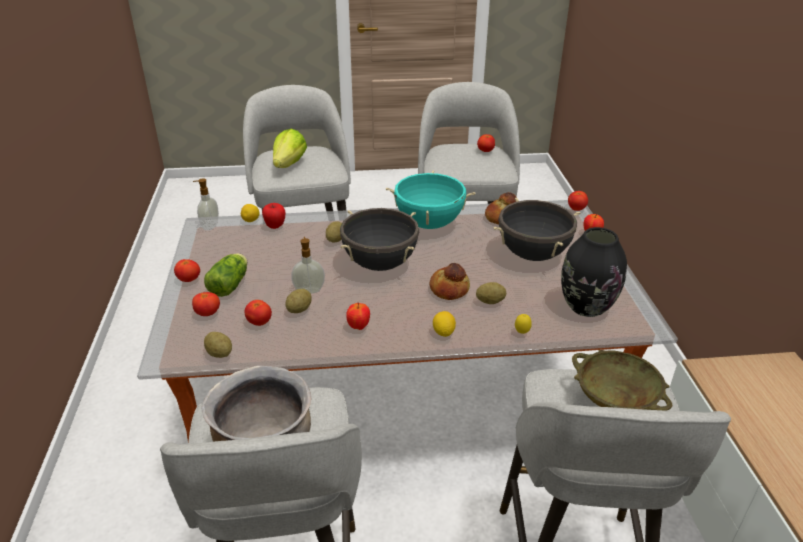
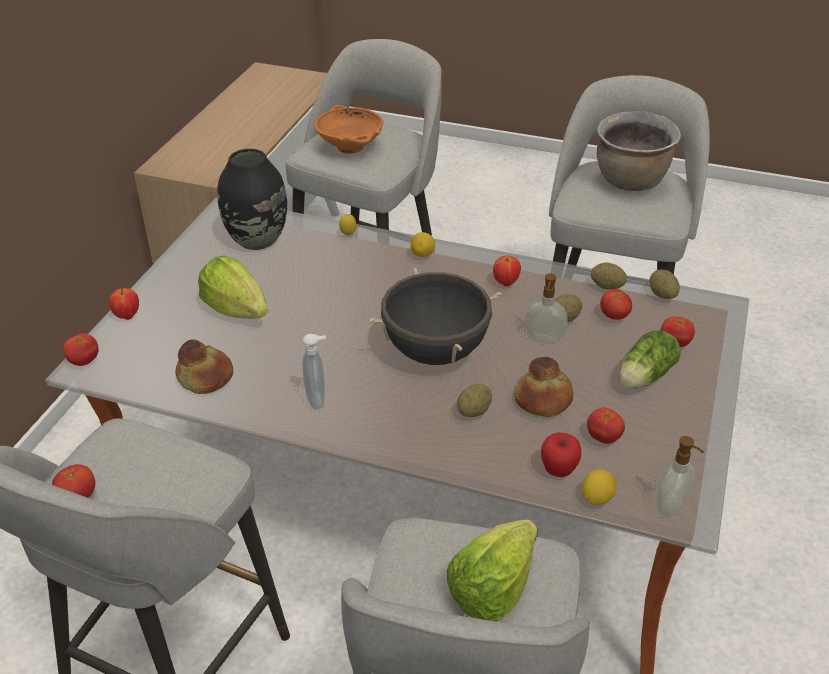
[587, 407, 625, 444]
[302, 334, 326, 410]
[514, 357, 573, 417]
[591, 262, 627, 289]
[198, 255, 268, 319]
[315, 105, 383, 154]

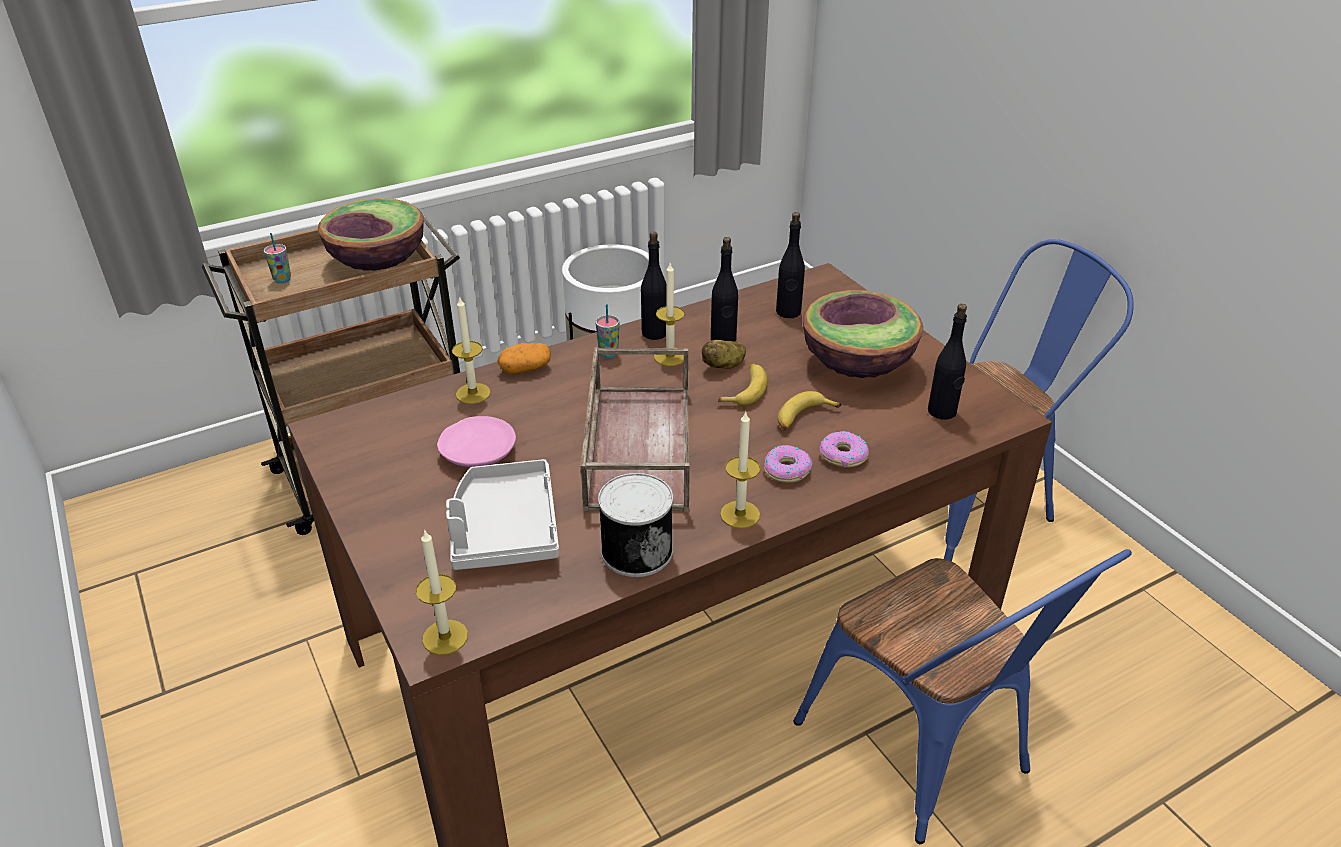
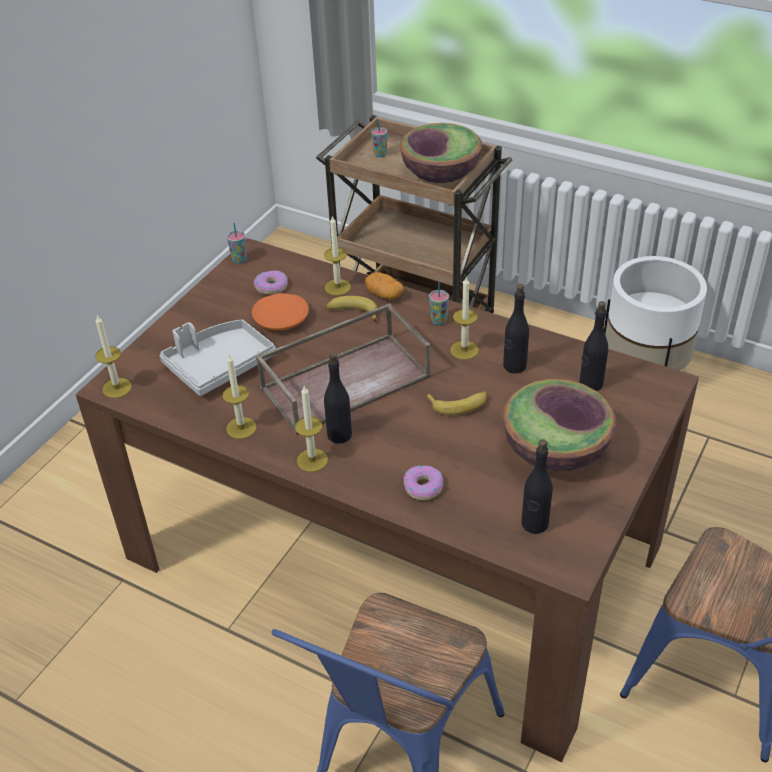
[252, 293, 309, 331]
[222, 354, 257, 439]
[324, 352, 352, 444]
[702, 340, 746, 369] (first image)
[254, 270, 288, 295]
[326, 296, 378, 322]
[227, 223, 247, 264]

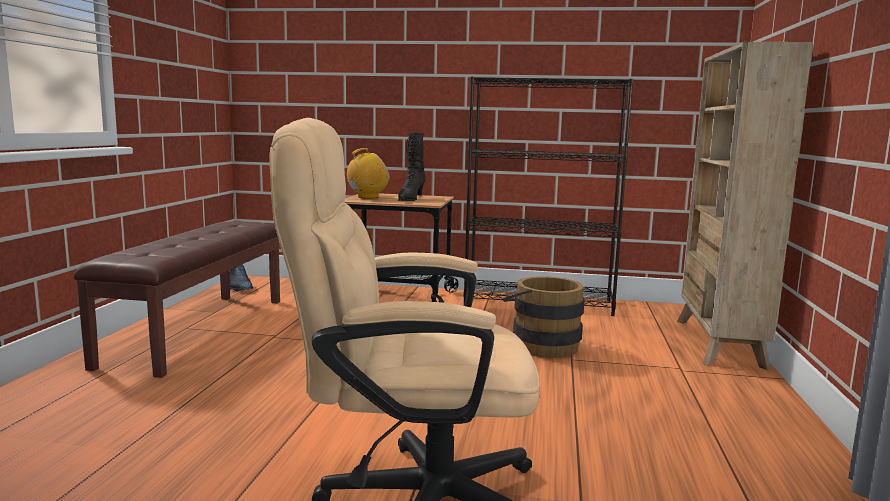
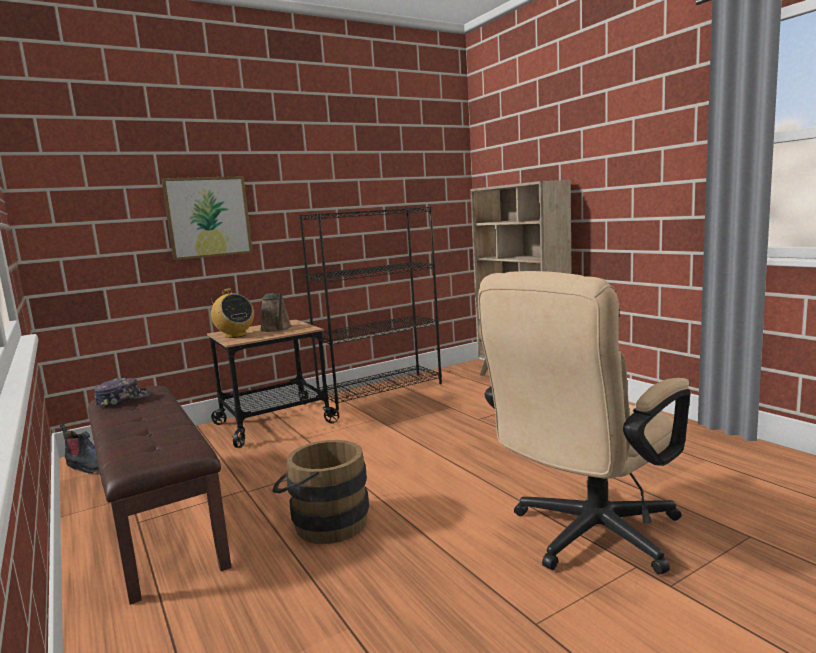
[211, 288, 254, 338]
[260, 293, 292, 332]
[272, 440, 369, 544]
[94, 378, 152, 409]
[161, 176, 253, 260]

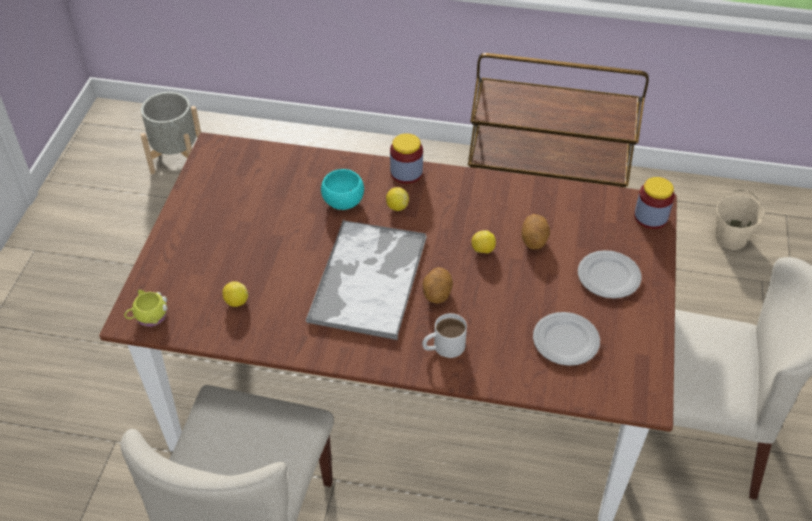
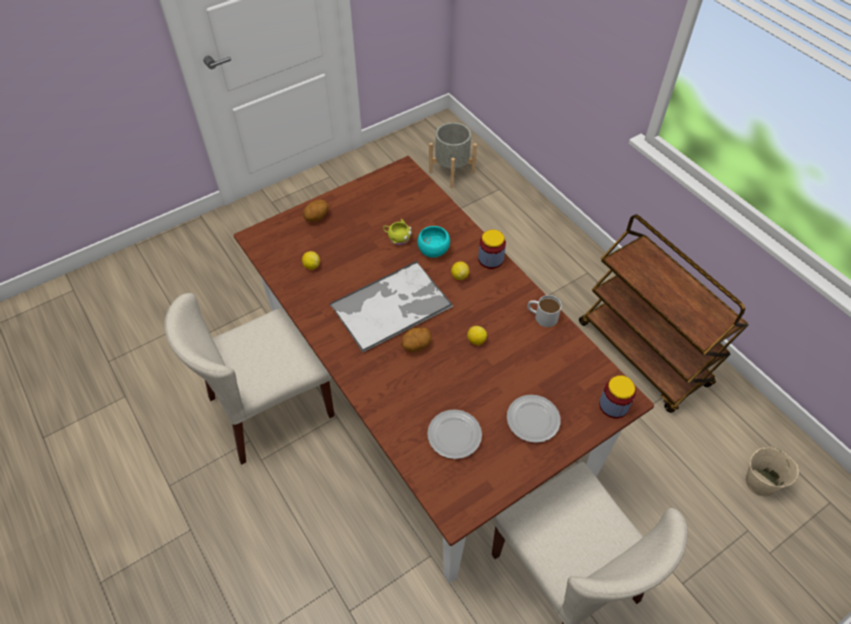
[383, 219, 412, 246]
[527, 295, 562, 327]
[303, 200, 329, 222]

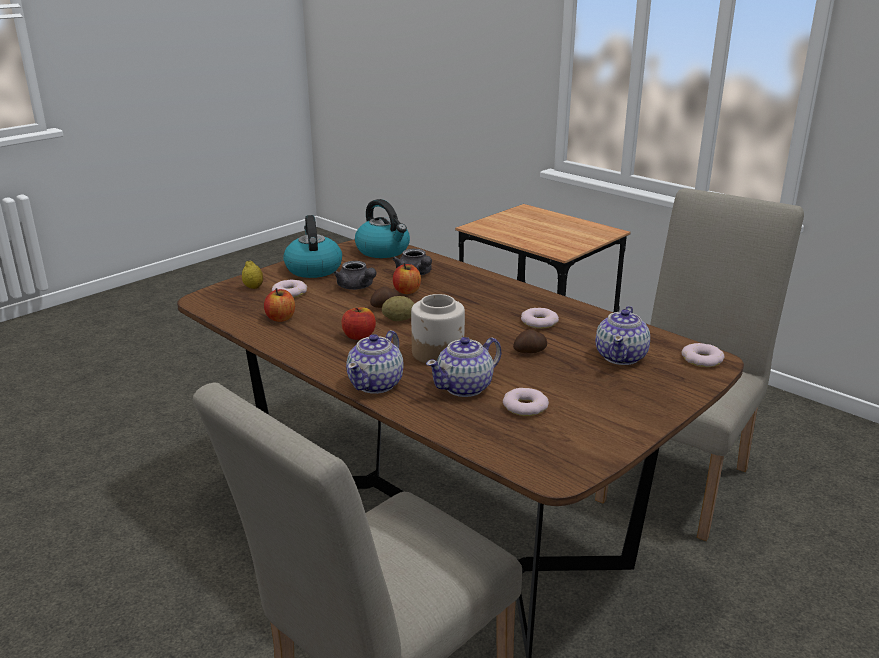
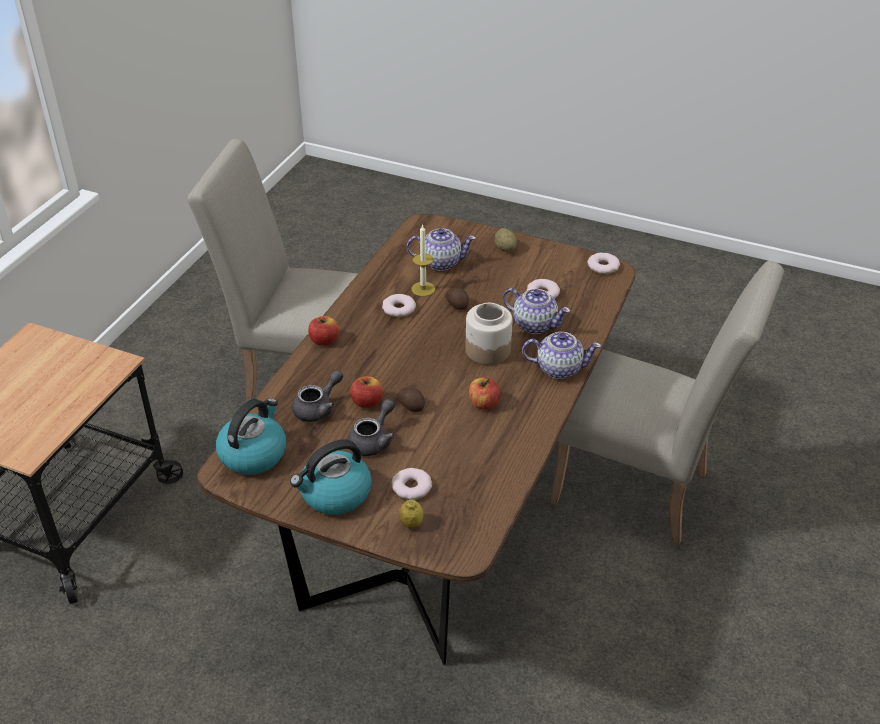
[308, 316, 339, 346]
[495, 228, 517, 252]
[588, 253, 620, 274]
[412, 224, 435, 296]

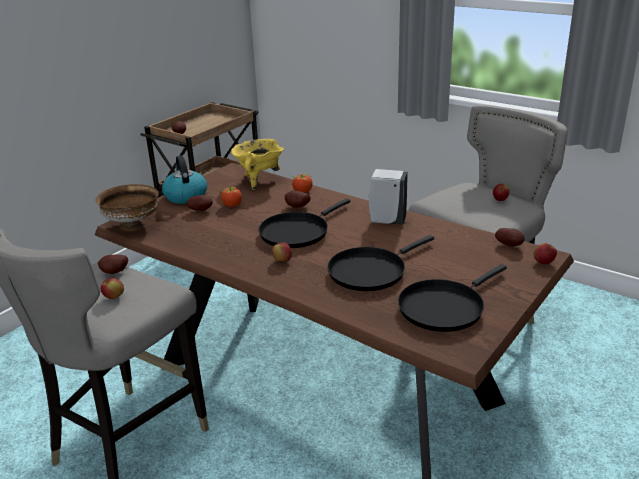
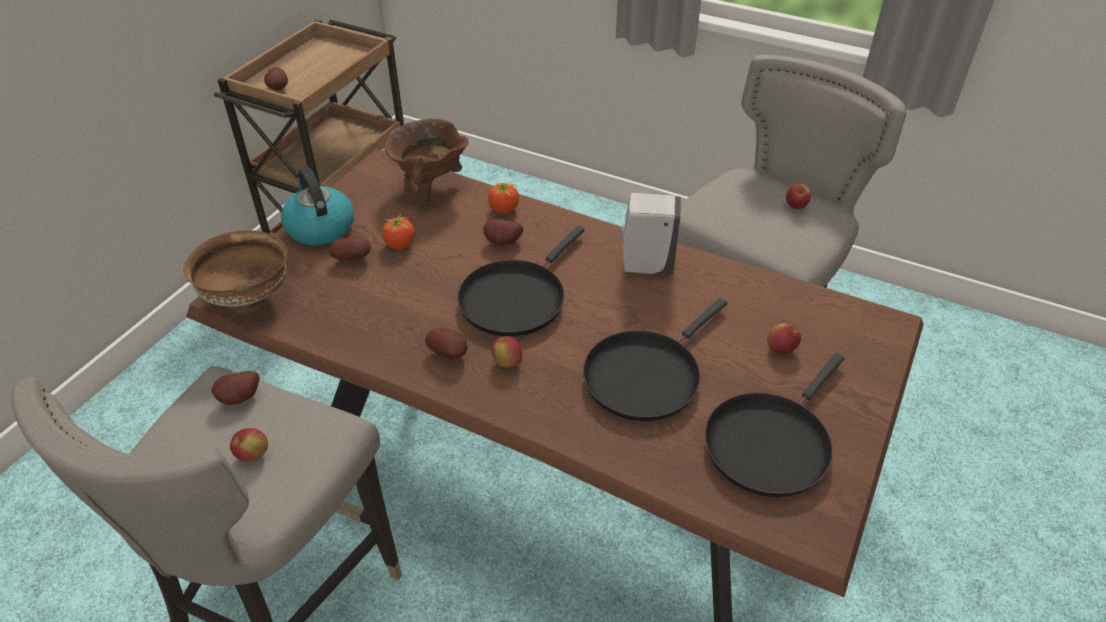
[384, 119, 469, 209]
[425, 328, 467, 359]
[767, 323, 801, 354]

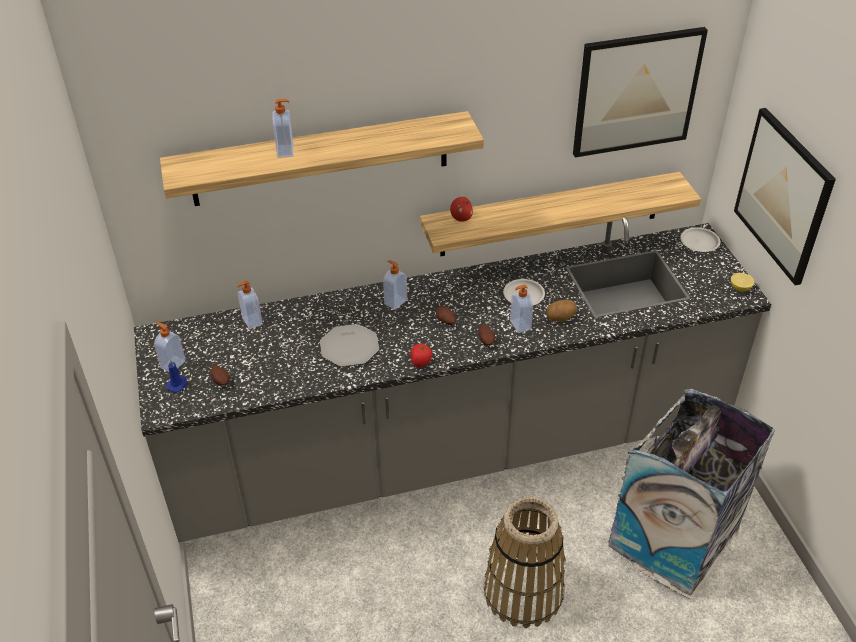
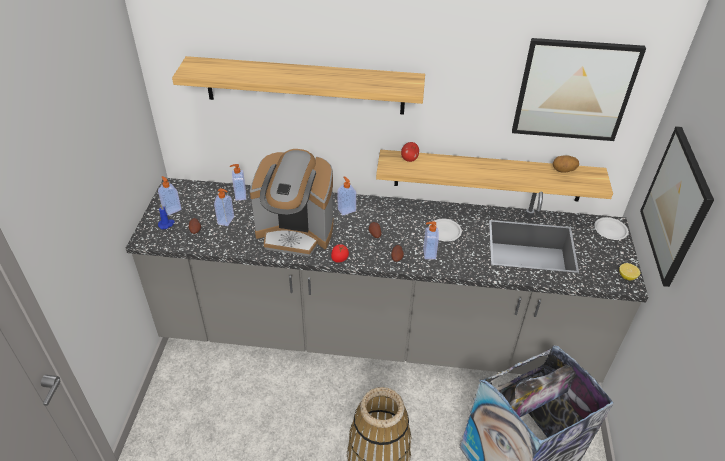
[214, 188, 234, 226]
[250, 149, 334, 256]
[553, 155, 579, 173]

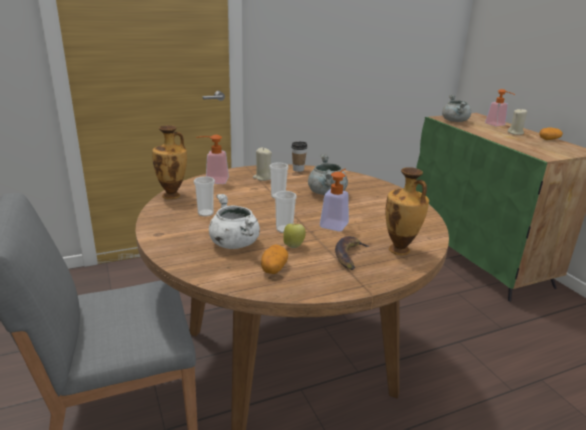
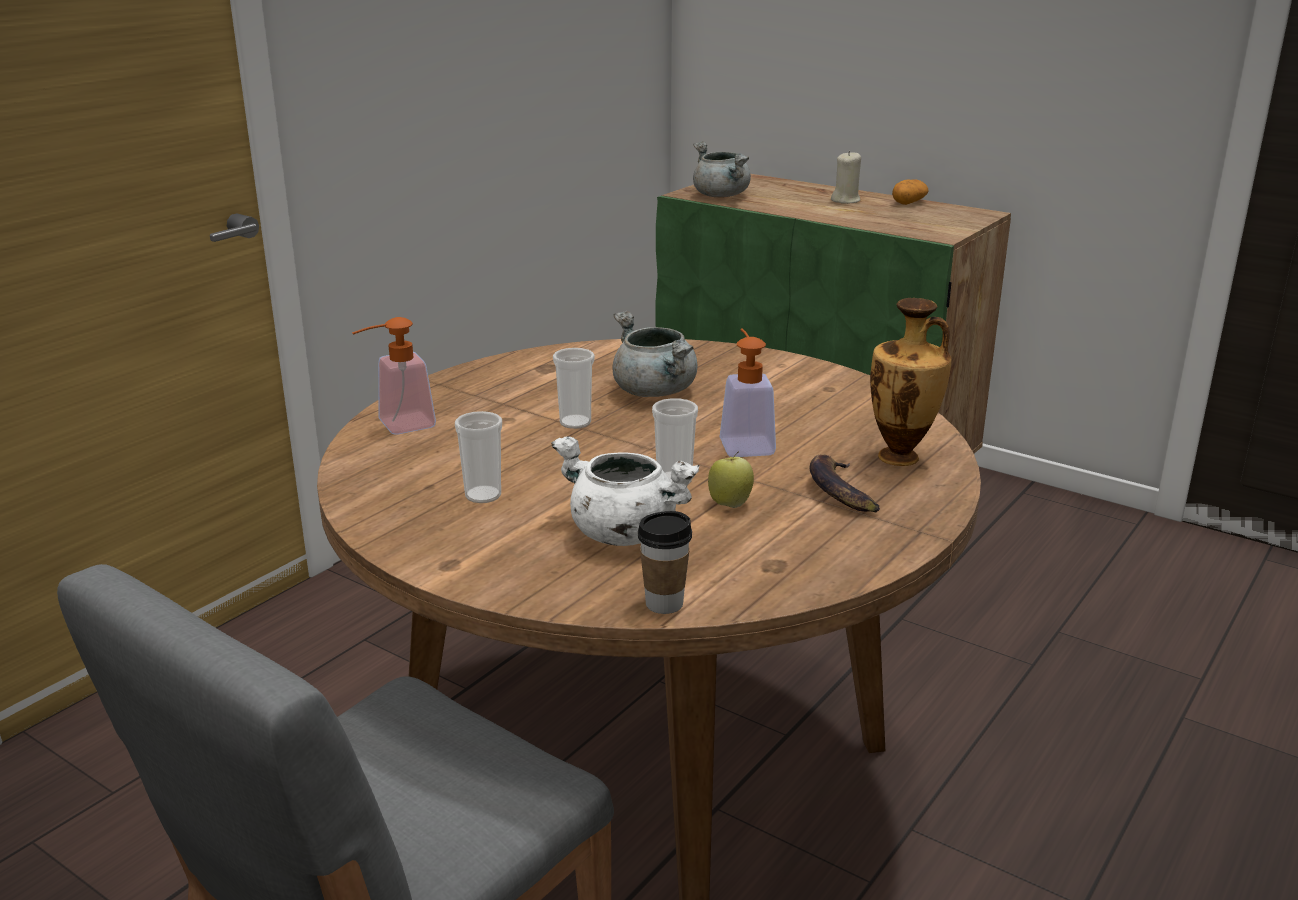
[152, 125, 187, 199] (first image)
[253, 147, 272, 181] (first image)
[261, 245, 288, 274] (first image)
[638, 511, 692, 614]
[485, 89, 515, 127] (first image)

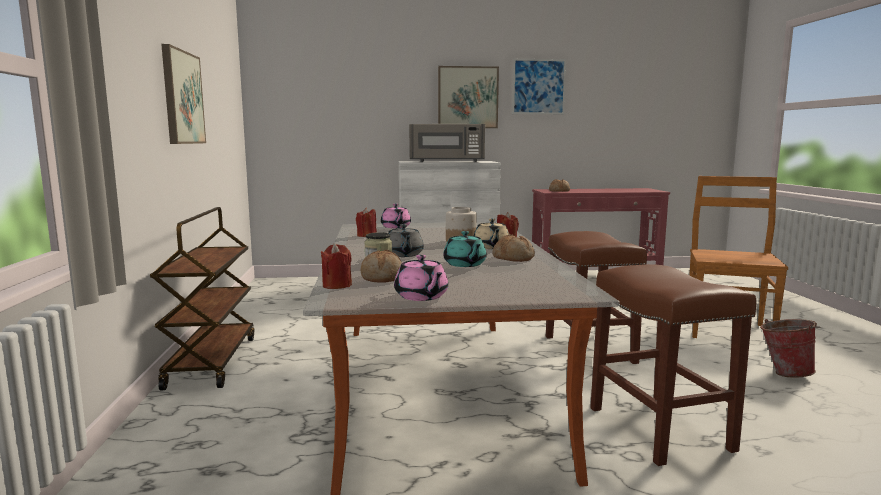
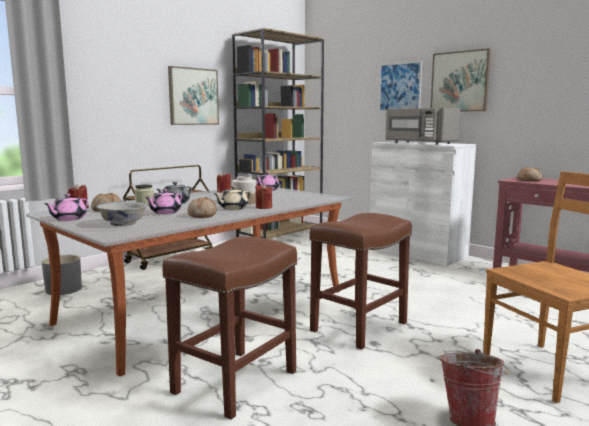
[145, 189, 182, 214]
[379, 61, 422, 112]
[42, 255, 82, 295]
[97, 202, 147, 226]
[232, 28, 324, 239]

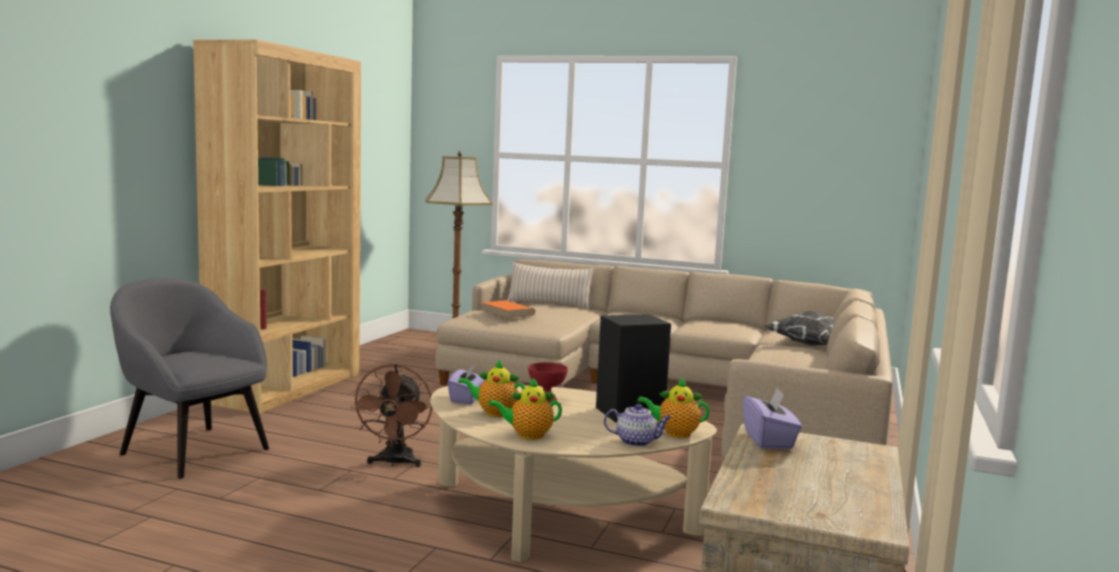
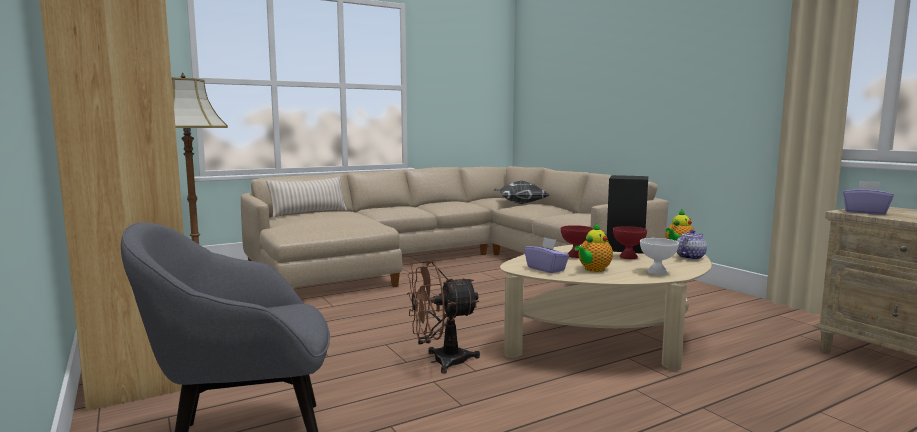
[407, 261, 480, 374]
[482, 300, 535, 318] (first image)
[640, 238, 679, 275]
[613, 226, 647, 259]

